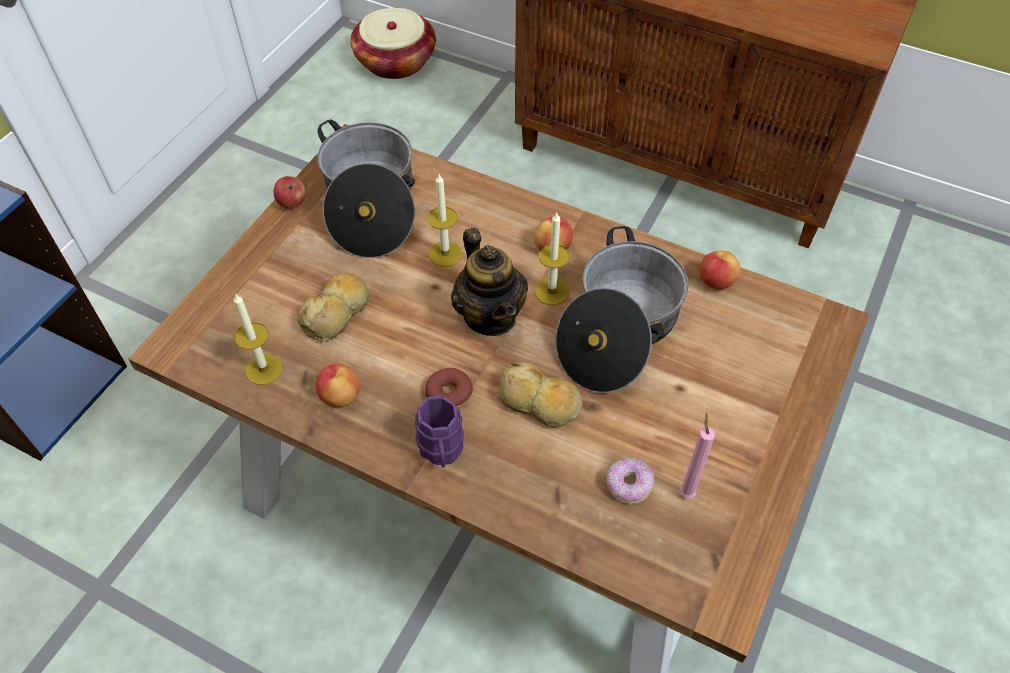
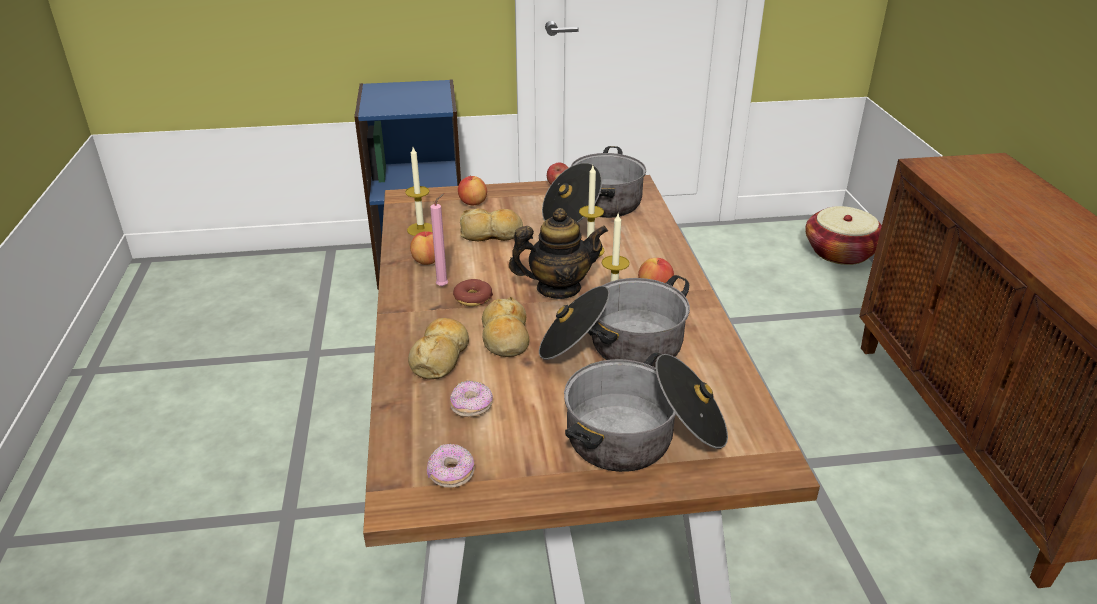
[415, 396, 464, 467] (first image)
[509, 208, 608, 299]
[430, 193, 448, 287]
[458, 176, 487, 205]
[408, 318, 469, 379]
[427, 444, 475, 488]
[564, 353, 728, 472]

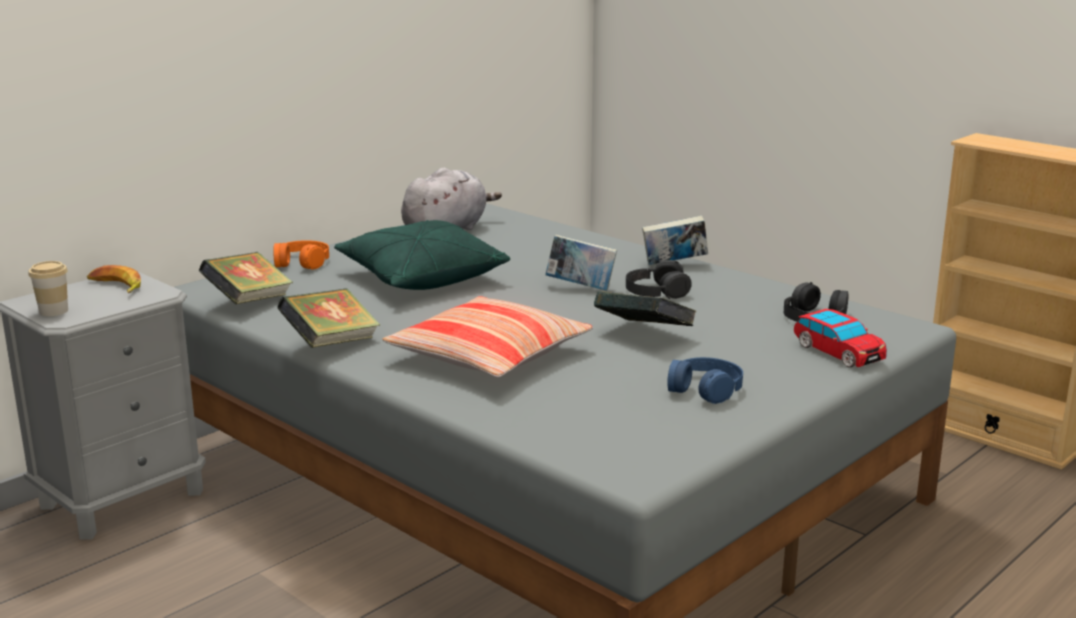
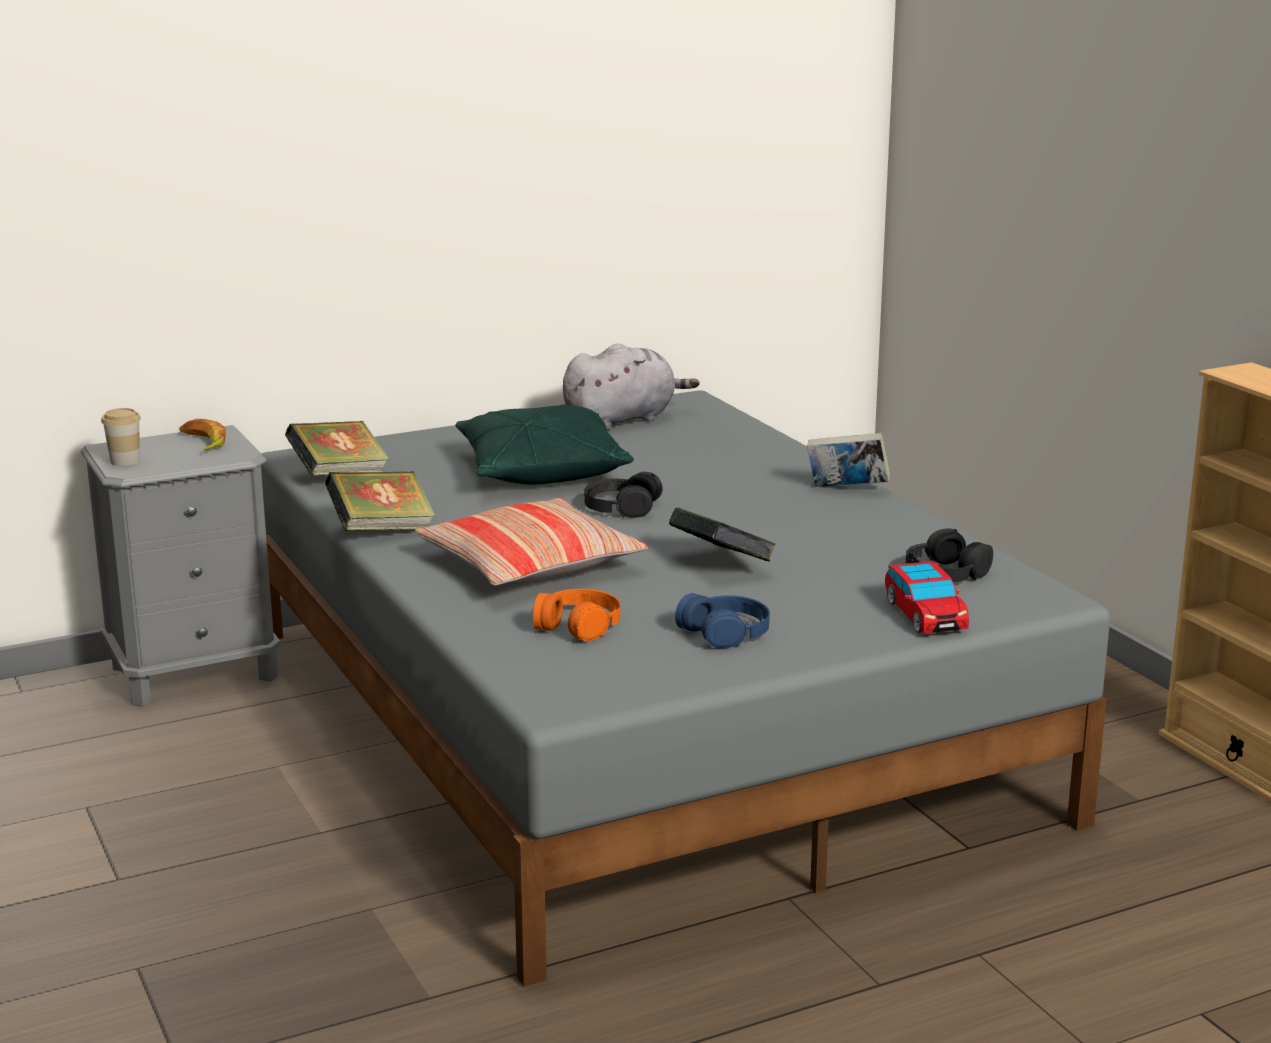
[533, 589, 620, 641]
[545, 235, 617, 291] (first image)
[584, 472, 663, 518]

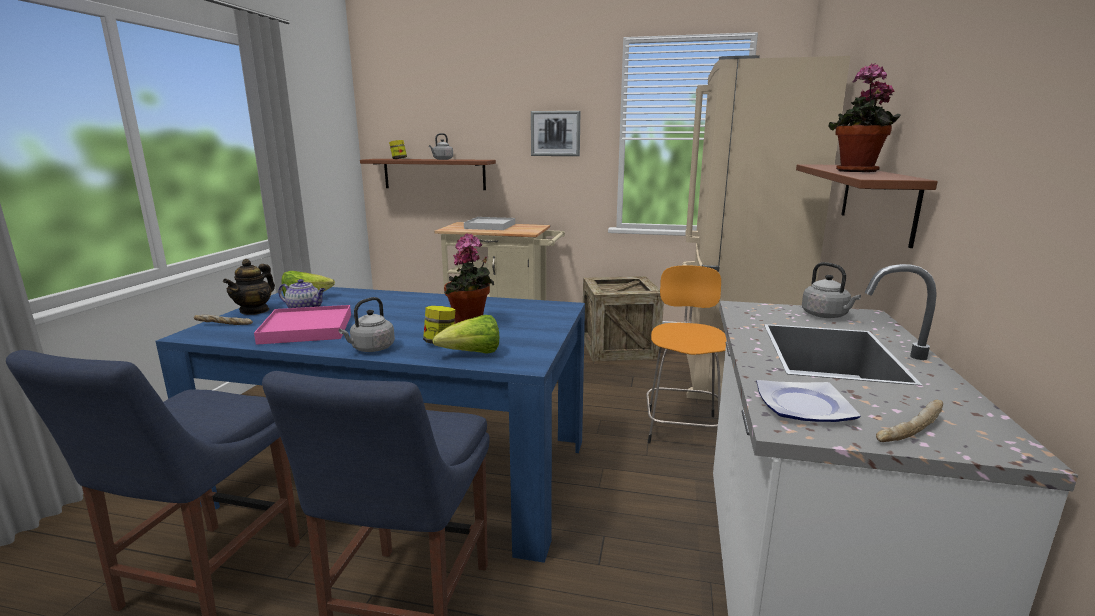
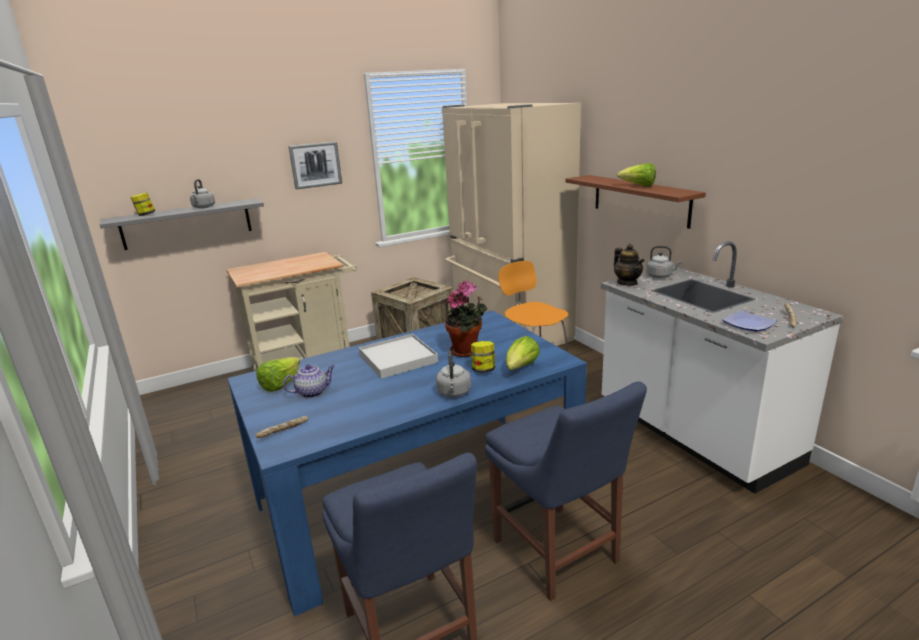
[614, 244, 644, 286]
[254, 305, 351, 345] (first image)
[100, 198, 264, 250]
[359, 334, 438, 379]
[617, 163, 656, 186]

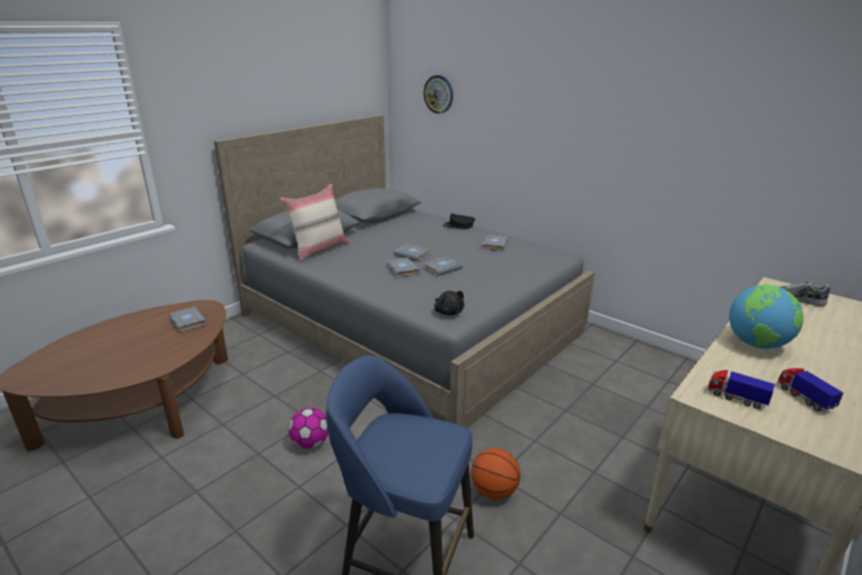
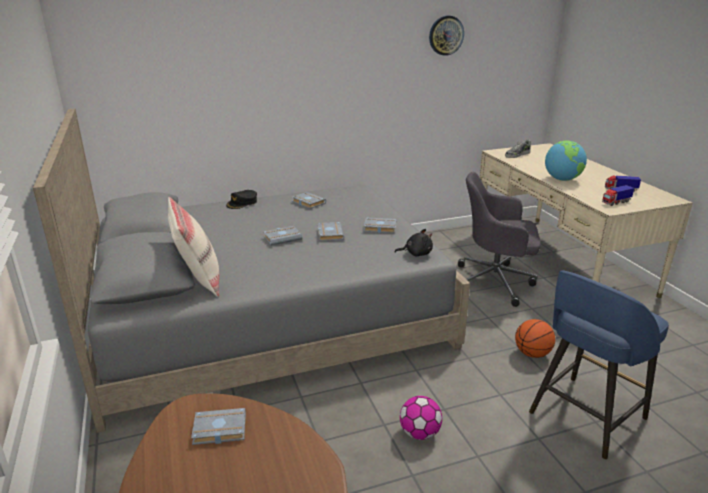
[363, 218, 397, 233]
[429, 16, 464, 56]
[458, 172, 541, 307]

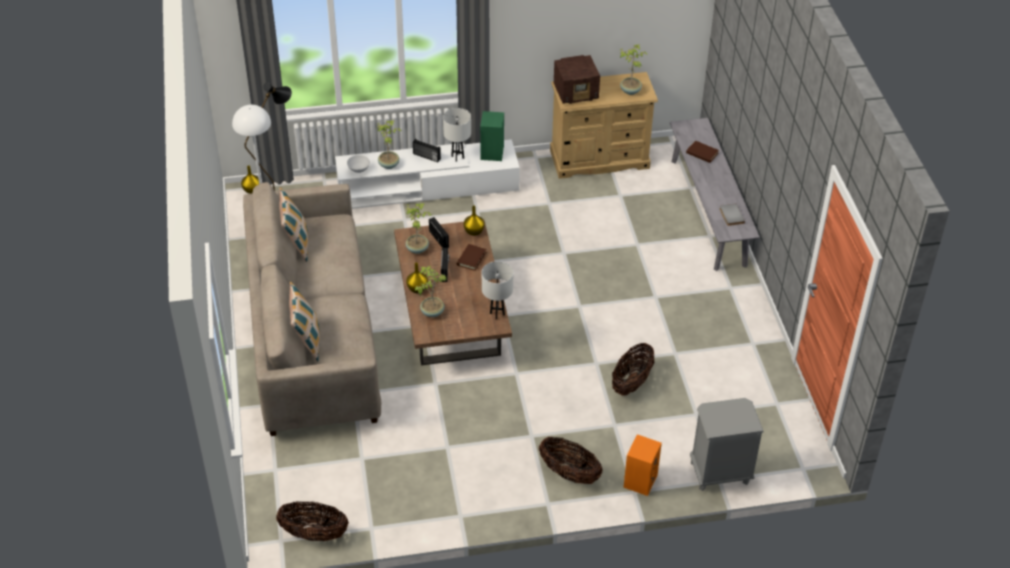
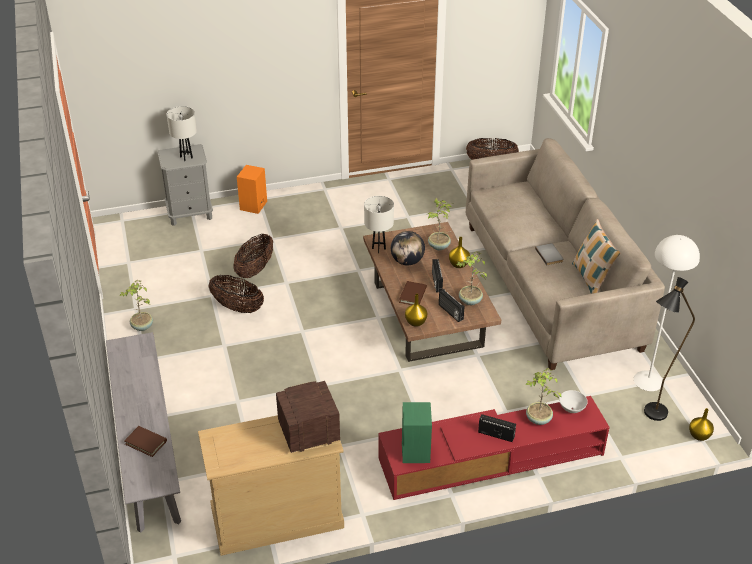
[289, 282, 320, 362] (first image)
[378, 396, 610, 500]
[167, 106, 197, 161]
[208, 275, 264, 313]
[119, 280, 153, 331]
[535, 243, 563, 265]
[391, 231, 425, 265]

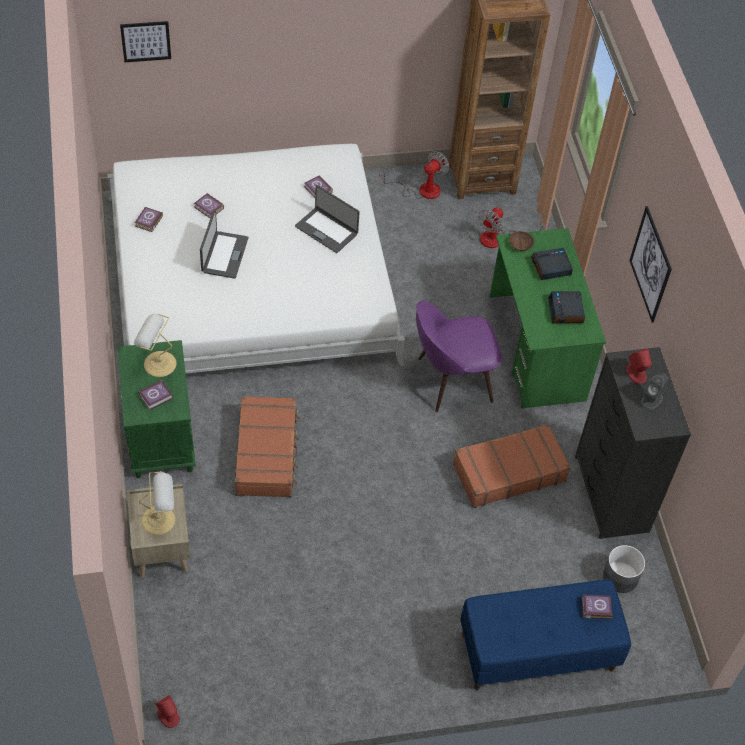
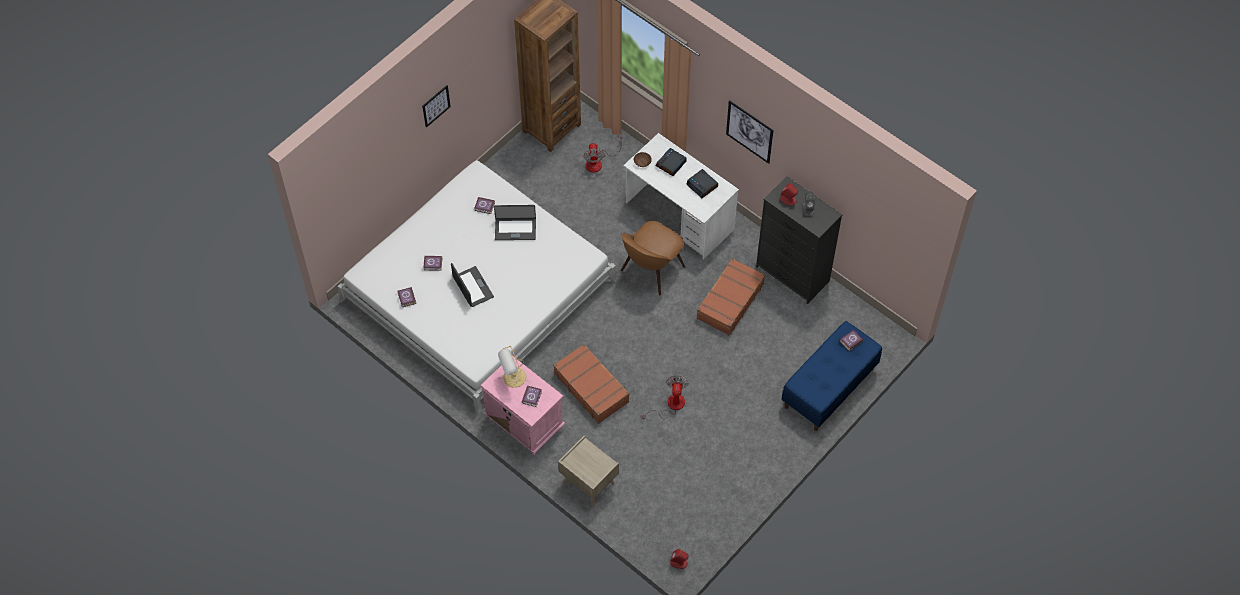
[481, 356, 565, 455]
[422, 85, 451, 128]
[139, 471, 175, 535] (first image)
[641, 375, 689, 419]
[621, 221, 685, 295]
[624, 133, 739, 259]
[603, 545, 645, 593] (first image)

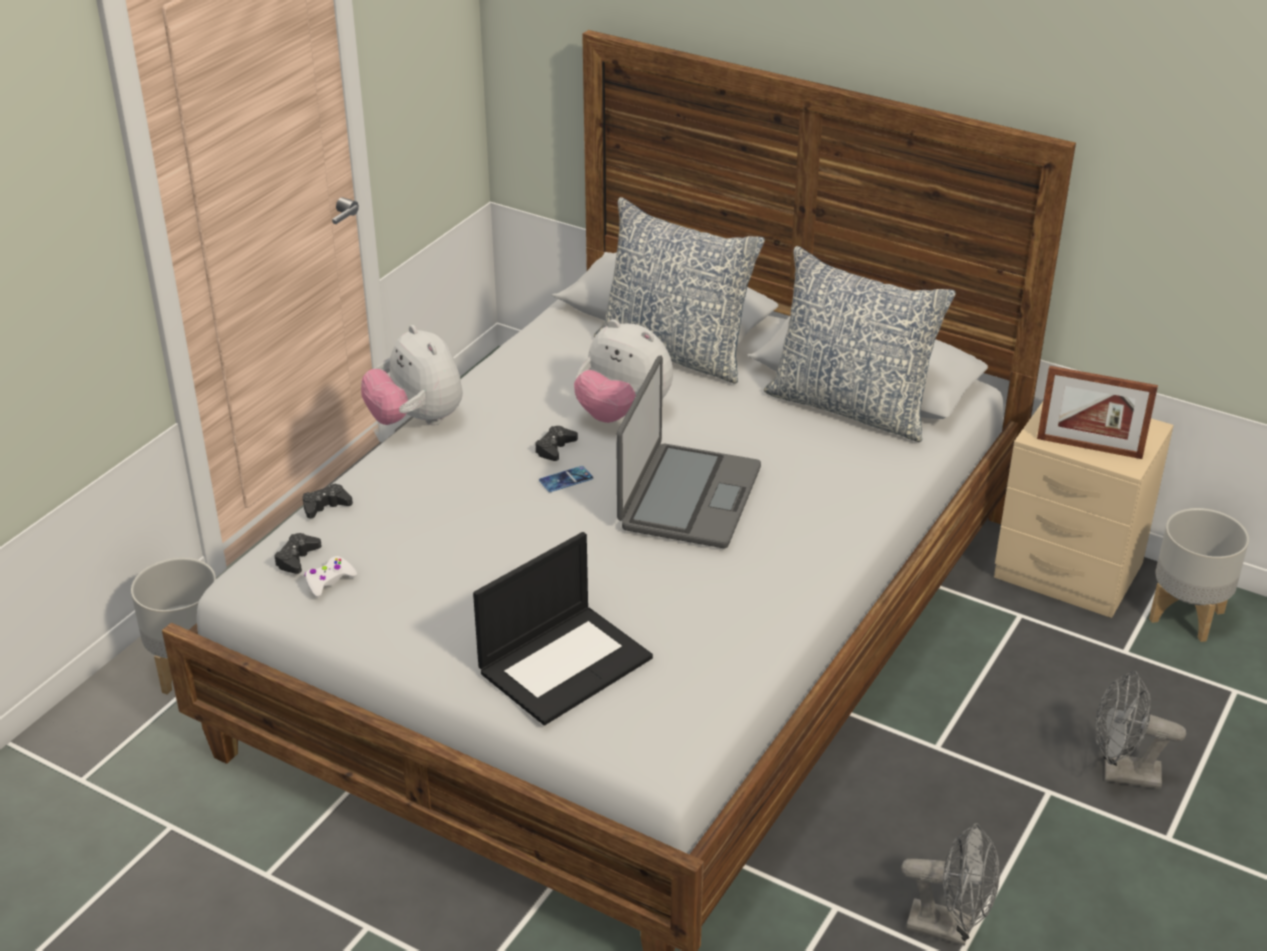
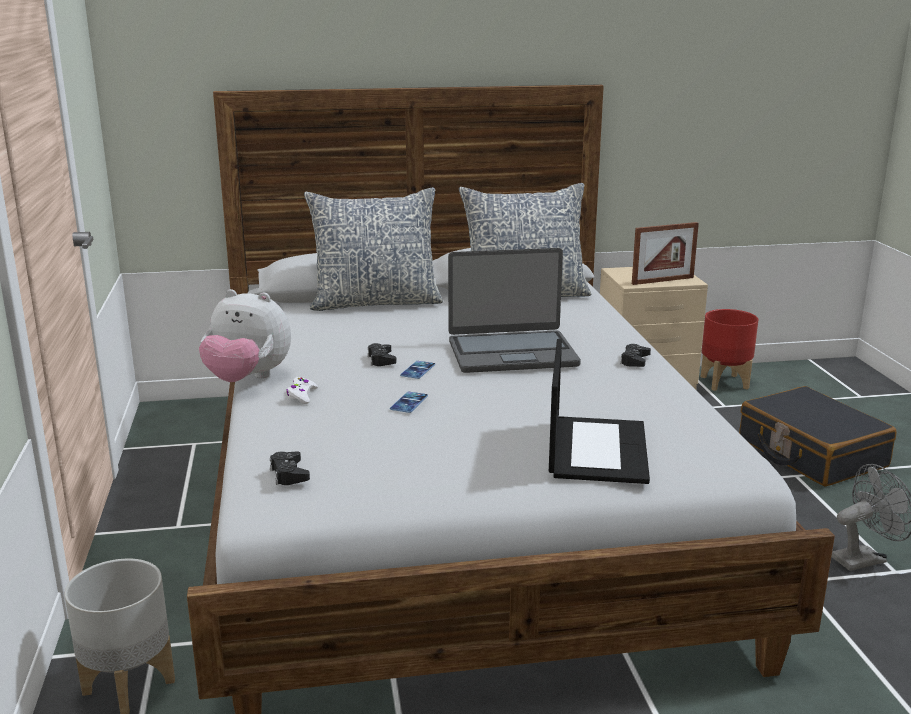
[620, 344, 651, 367]
[286, 377, 318, 404]
[574, 319, 673, 423] (first image)
[448, 248, 581, 373]
[739, 386, 897, 486]
[701, 309, 759, 391]
[390, 392, 428, 413]

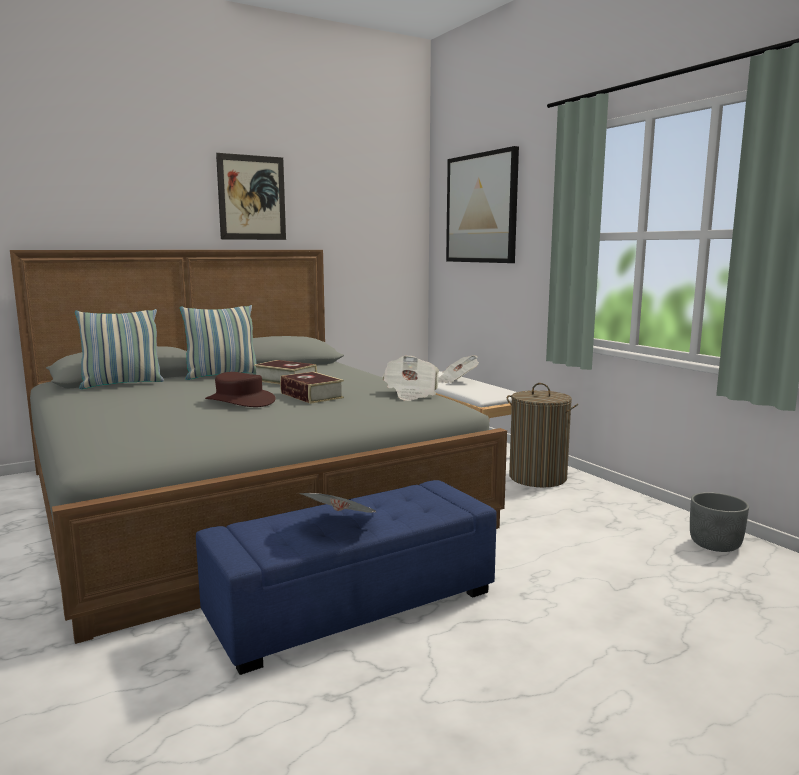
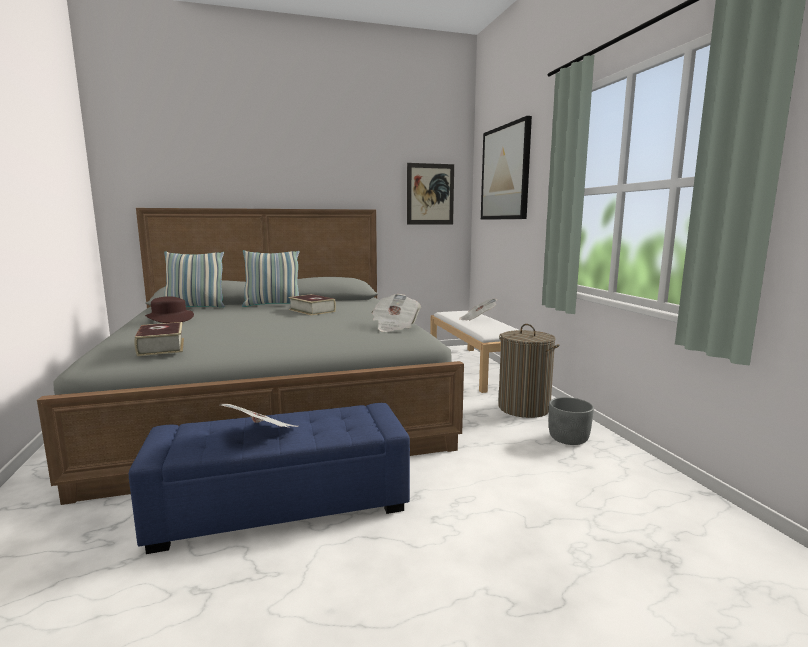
[145, 296, 194, 323]
[407, 163, 454, 224]
[134, 322, 184, 356]
[549, 397, 594, 445]

